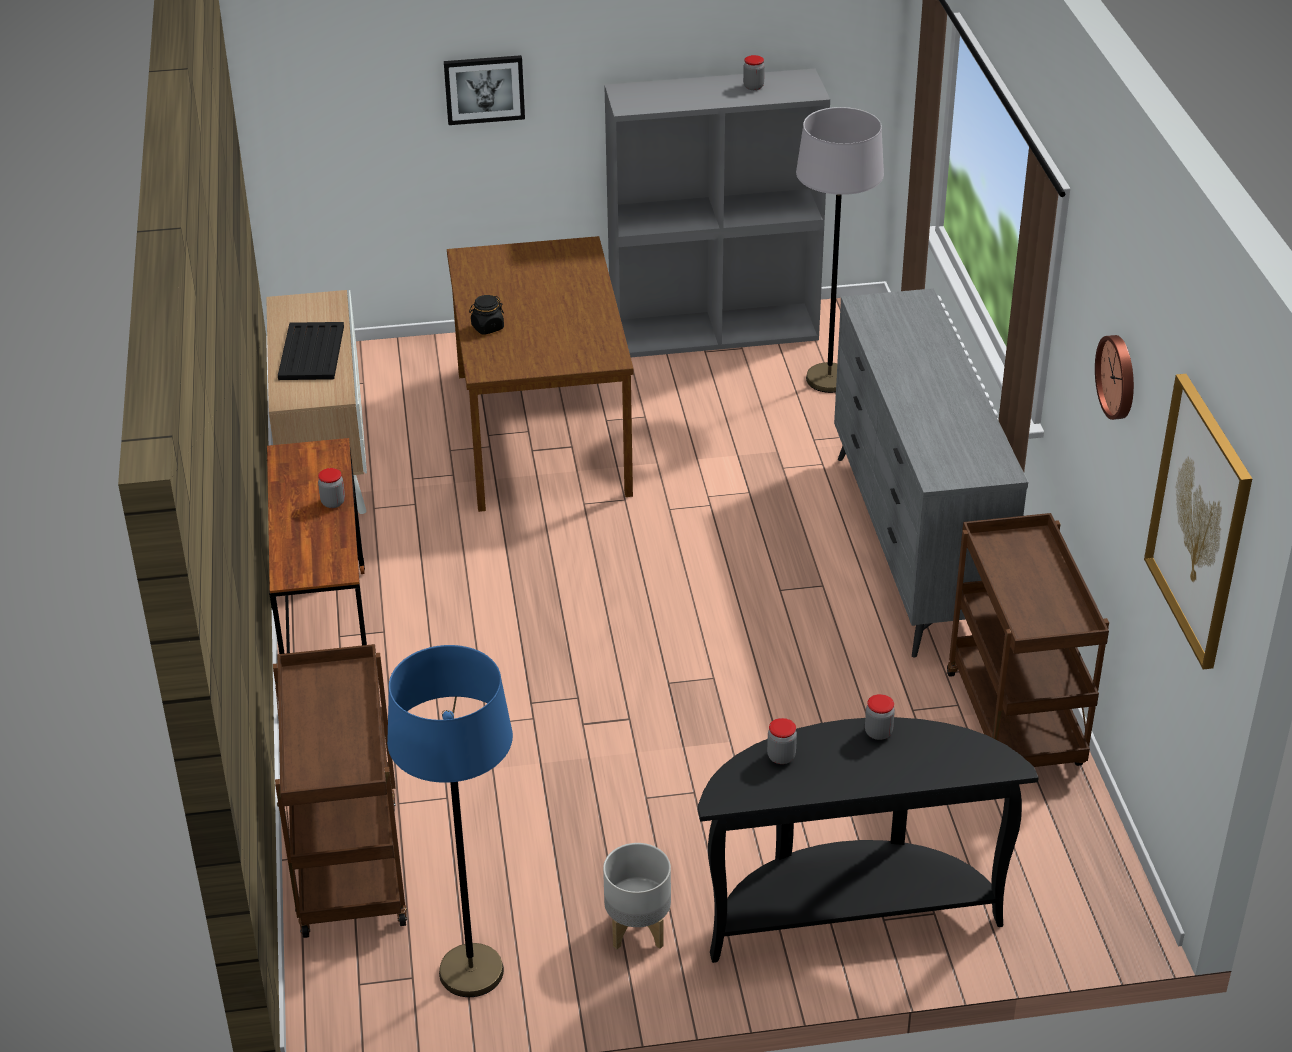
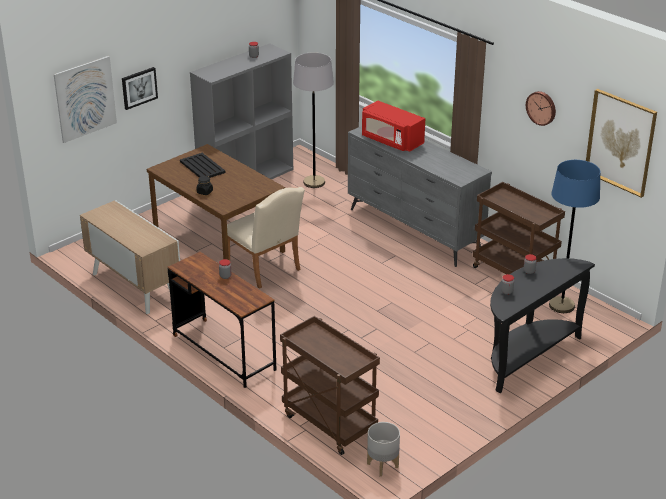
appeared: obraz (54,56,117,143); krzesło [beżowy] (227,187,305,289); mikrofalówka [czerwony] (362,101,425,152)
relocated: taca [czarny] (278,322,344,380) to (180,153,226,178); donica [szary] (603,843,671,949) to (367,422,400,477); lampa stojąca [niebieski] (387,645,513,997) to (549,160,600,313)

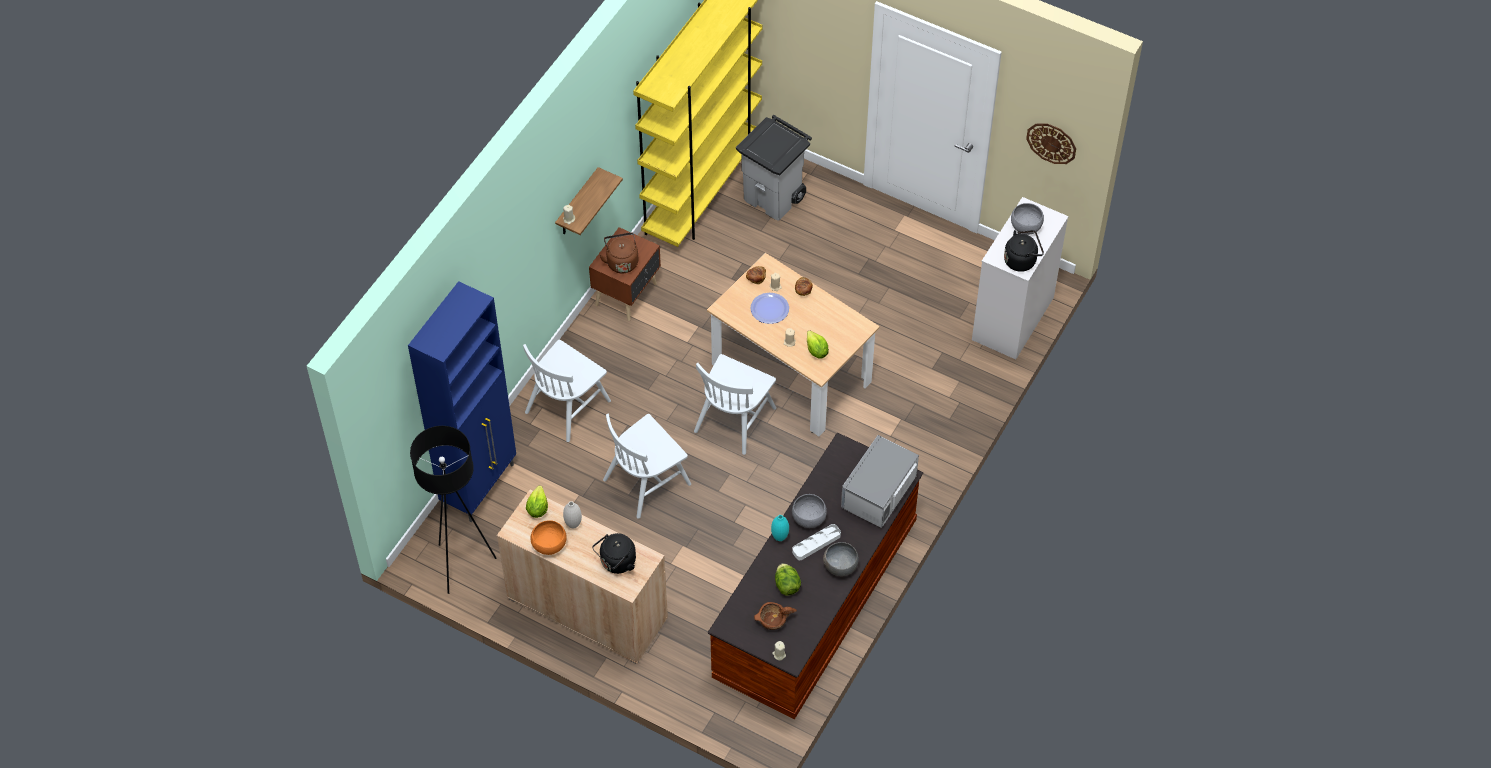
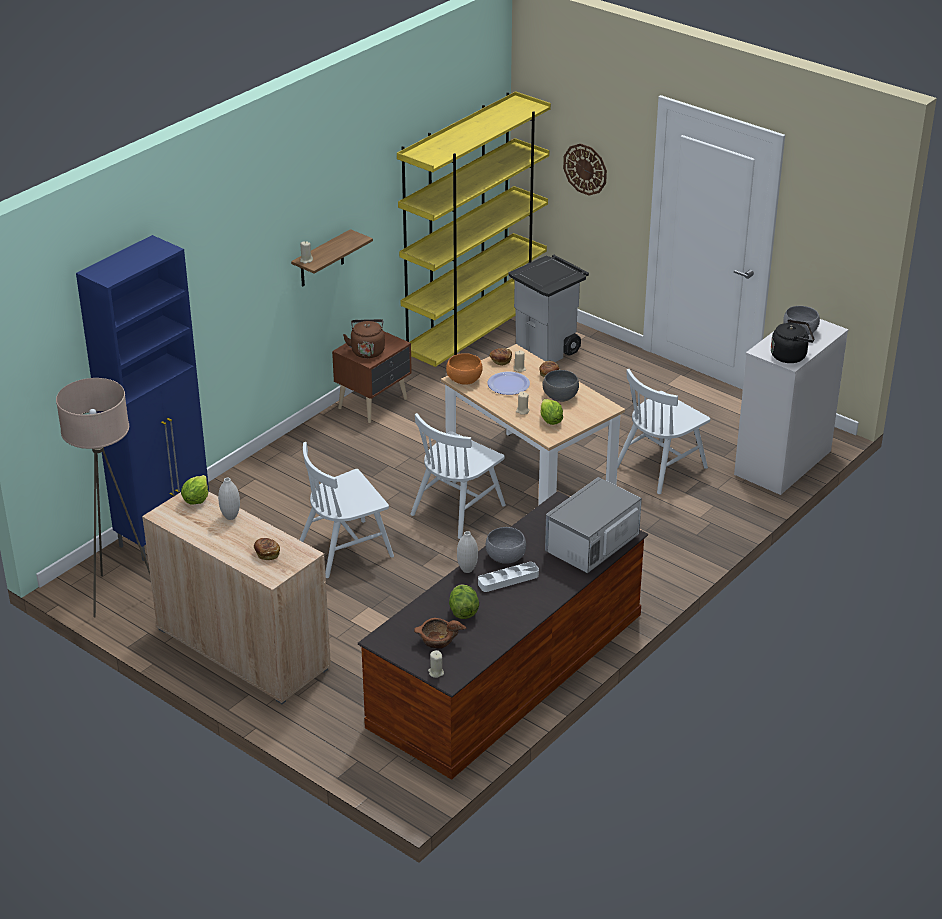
relocated: miska [pomarańczowy] (530,520,567,555) to (446,353,483,385); miska [szary] (823,542,859,576) to (543,370,579,402); zegar ścienny (1026,124,1076,164) to (563,143,607,196); krzesło [biały] (523,340,611,442) to (617,369,711,494)
exchanged: czajnik [czarny] (592,533,636,574) to chleb (254,538,280,560)
colour: lampa stojąca [czarny] (410,426,496,594) to lampa stojąca [beżowy] (56,378,150,617); wazon [turkusowy] (771,515,789,541) to wazon [biały] (457,531,478,573)

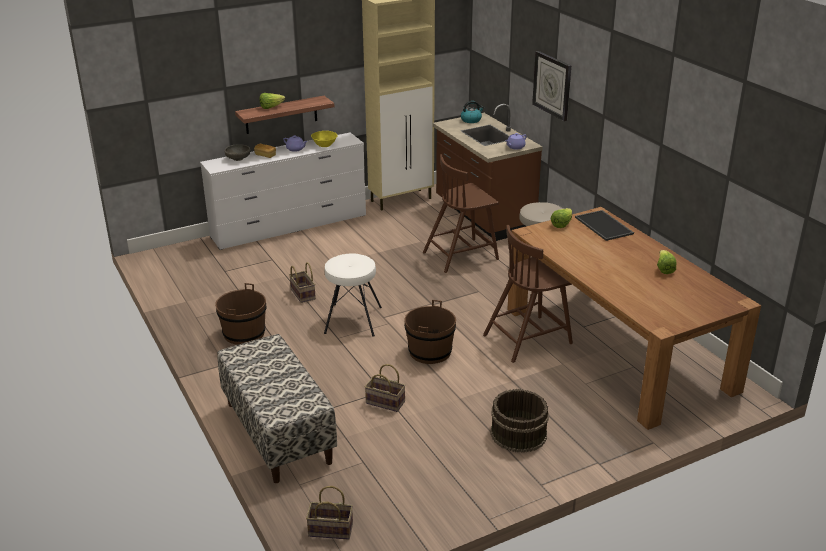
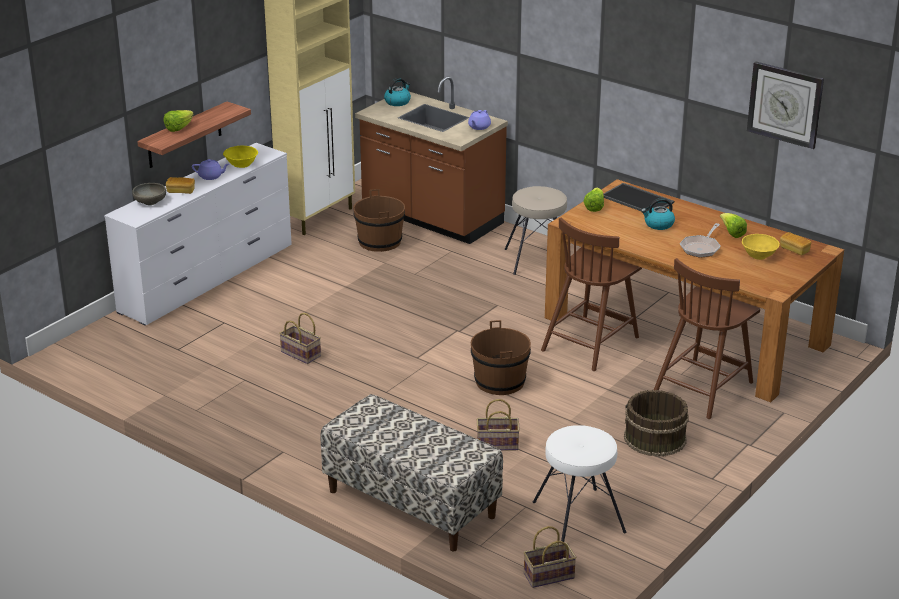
appeared: czajnik (641,198,675,230); patelnia (680,223,721,258); miska [żółty] (742,234,780,260); chleb (780,232,811,256)
relocated: wiadro [brązowy] (215,283,266,345) to (353,189,405,252); stołek [biały] (324,253,382,337) to (533,425,627,542); krzesło [brązowy] (423,154,499,273) to (654,258,760,419); zegar ścienny (532,51,571,121) to (747,62,824,149)

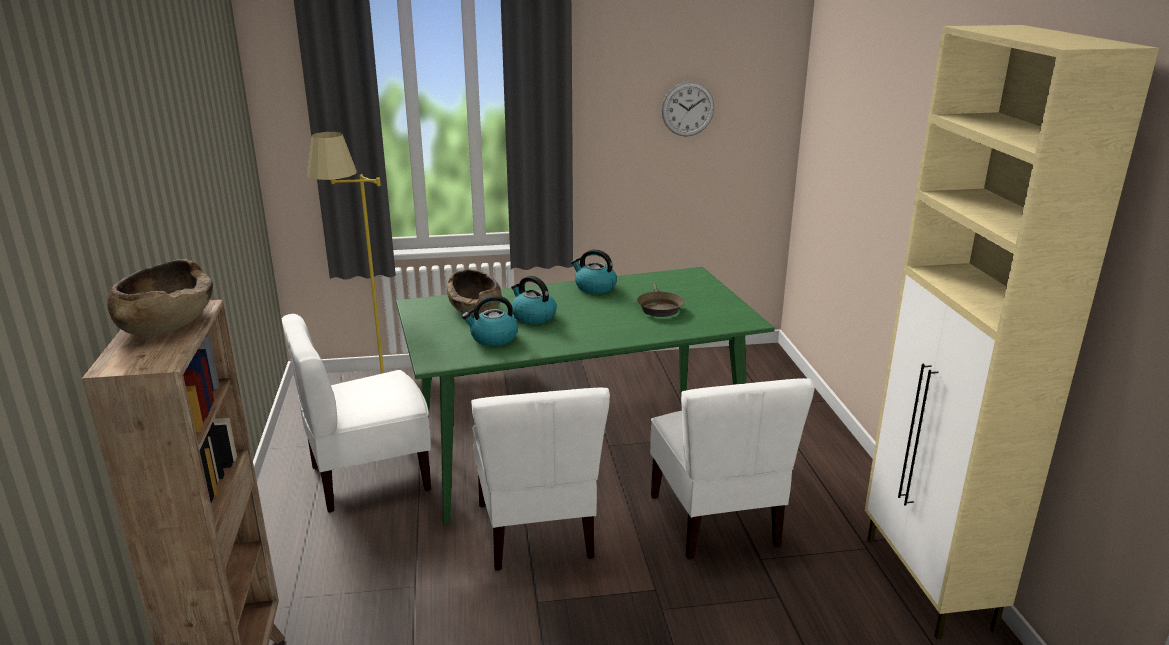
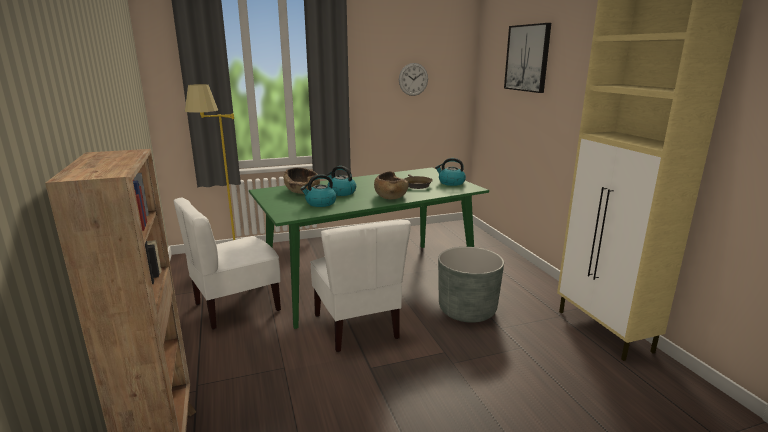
appeared: obraz (504,23,551,93)
relocated: miska [brązowy] (107,259,213,336) to (374,171,409,199); czajnik (571,249,617,294) to (435,158,466,186)
exchanged: krzesło [biały] (650,378,815,560) to donica [szary] (438,247,504,323)

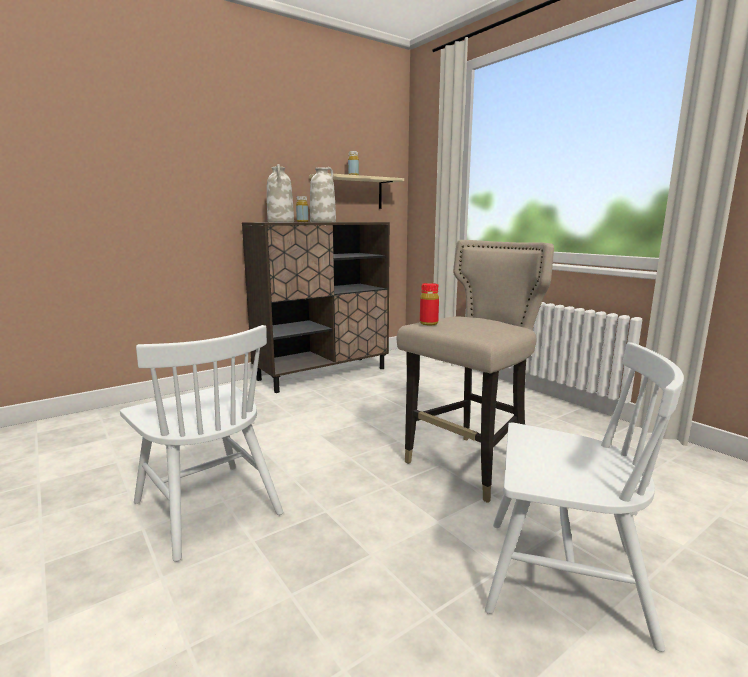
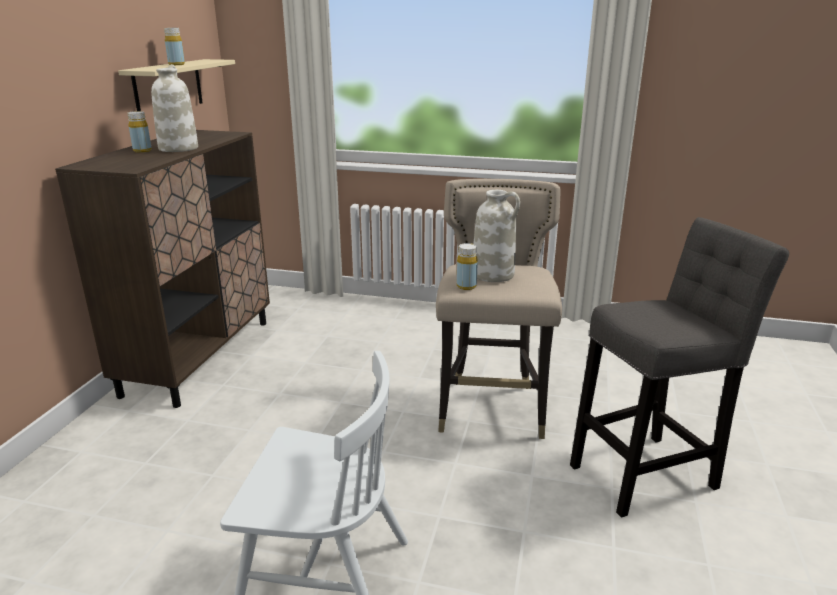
relocated: wazon [biały] (267,164,294,222) to (473,190,520,282)
exchanged: krzesło [biały] (485,342,684,652) to stołek [szary] (570,217,789,518)
colour: butelka [czerwony] (420,283,439,326) to butelka [żółty] (457,243,478,290)

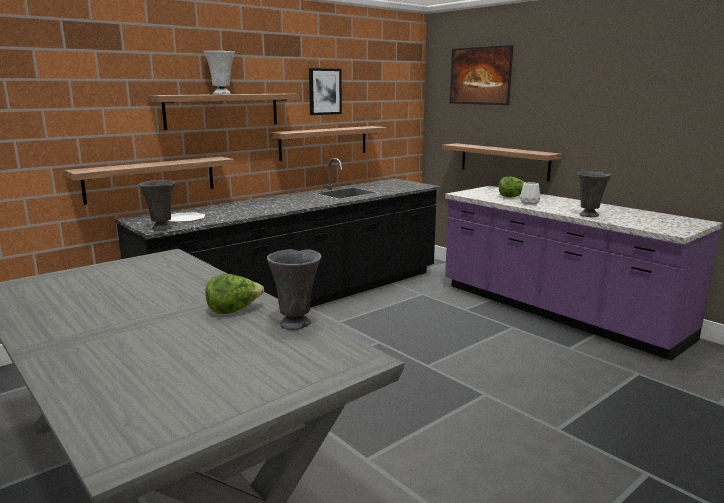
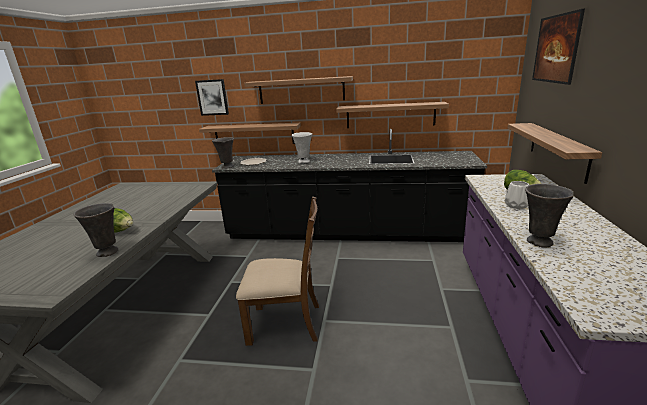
appeared: krzesło [brązowy] (236,196,319,346)
relocated: obraz (309,68,342,115) to (195,79,229,116); wazon [biały] (204,51,235,94) to (292,132,312,163)

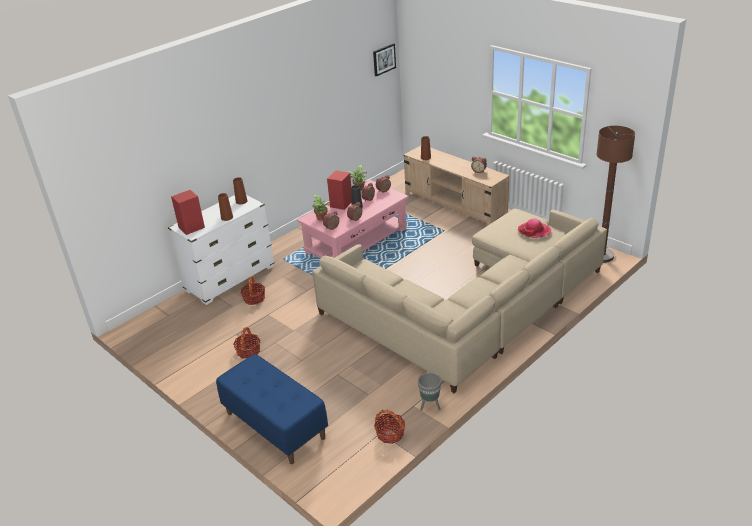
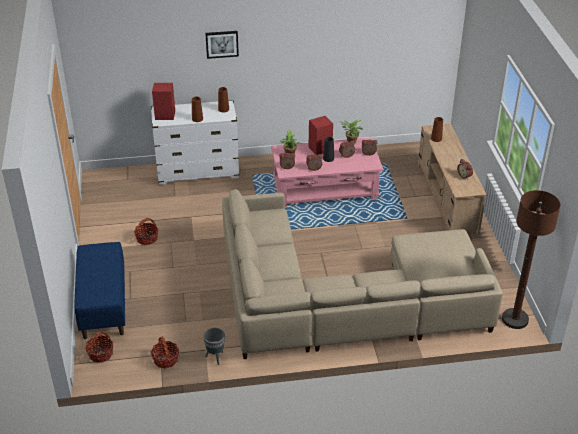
missing: kapelusz (518,219,551,238)
relocated: koszyk (241,276,265,305) to (85,331,113,363); obraz (373,43,396,76) to (205,31,239,59)

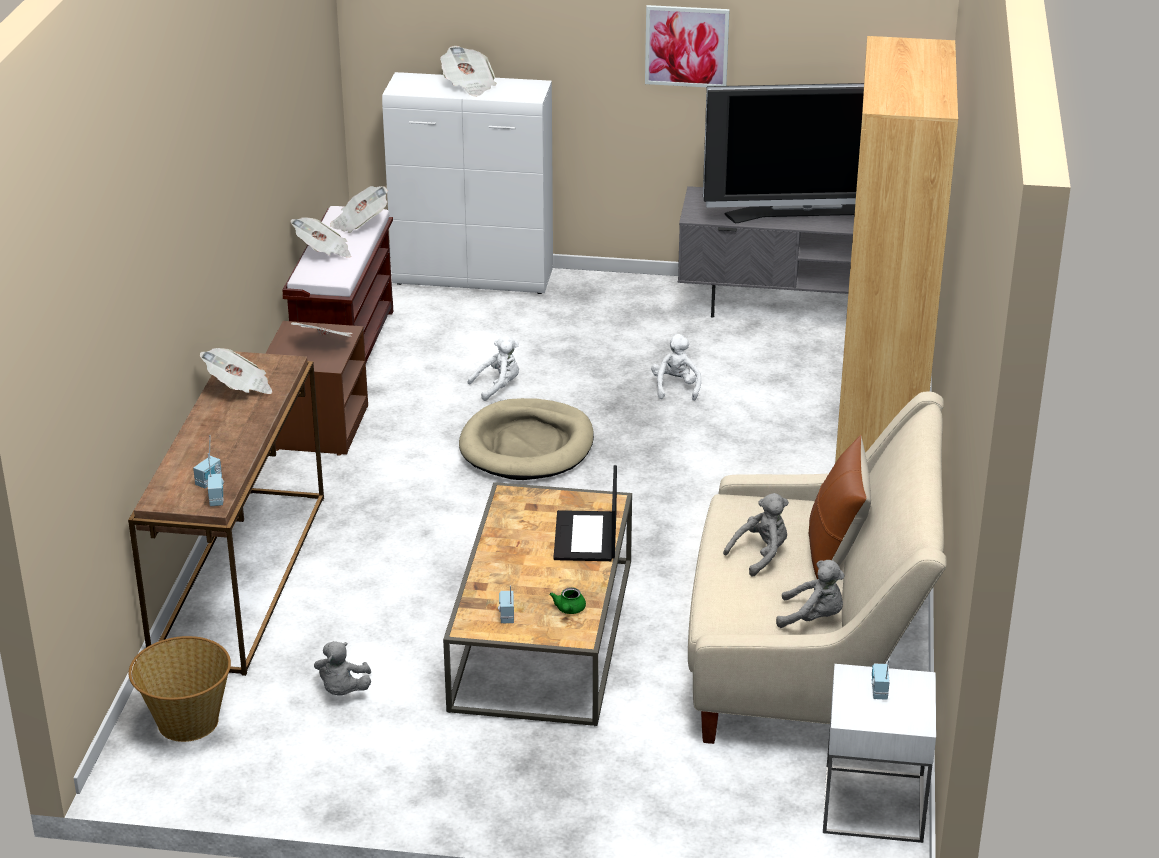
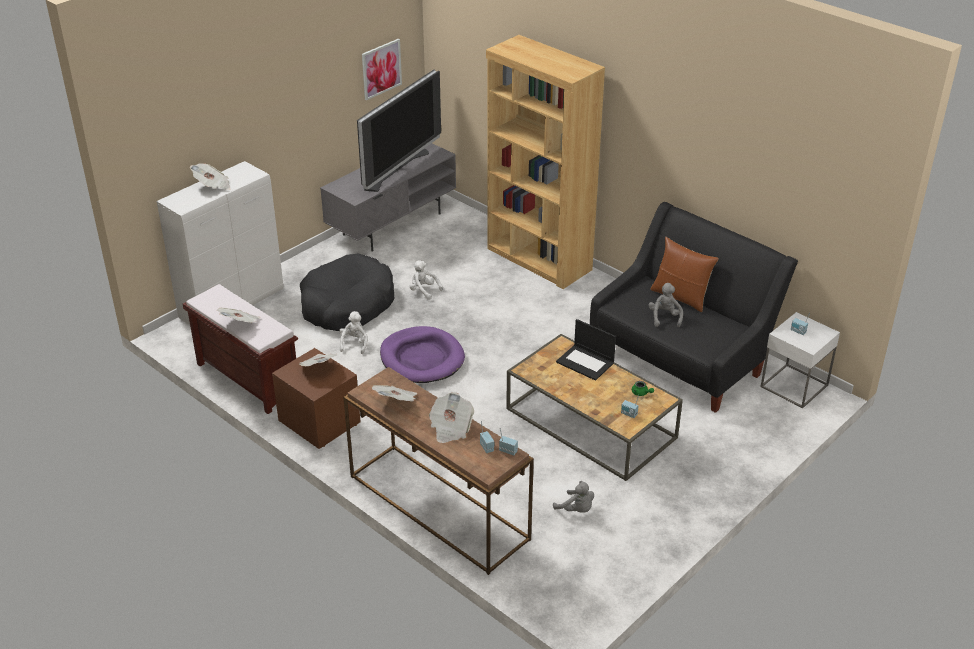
missing: koszyk (128,636,231,742); pluszak [szary] (776,560,845,628)
appeared: legowisko [czarny] (300,254,394,331)
relocated: obraz (645,5,730,87) to (362,39,402,100); gazeta (330,186,388,233) to (429,392,474,443)
colour: legowisko [beżowy] (459,398,594,480) to legowisko [fioletowy] (380,326,465,383); kanapa [beżowy] (688,392,947,744) to kanapa [czarny] (590,202,798,413)

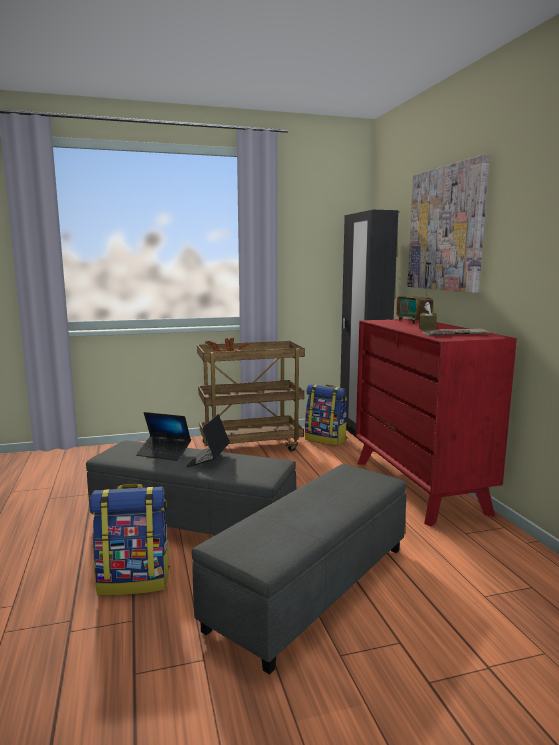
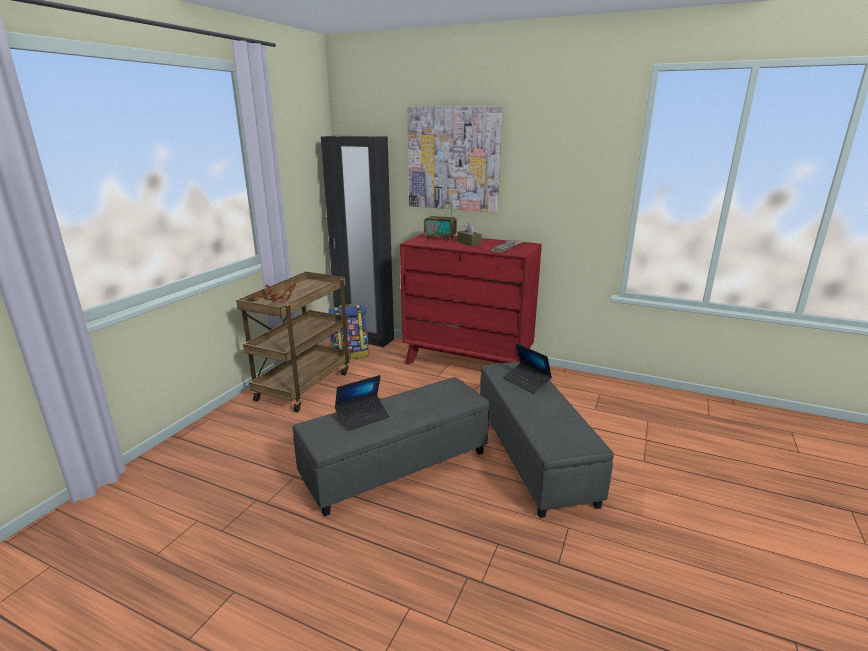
missing: plecak (89,484,170,596)
relocated: laptop (186,414,230,467) to (504,343,552,394)

